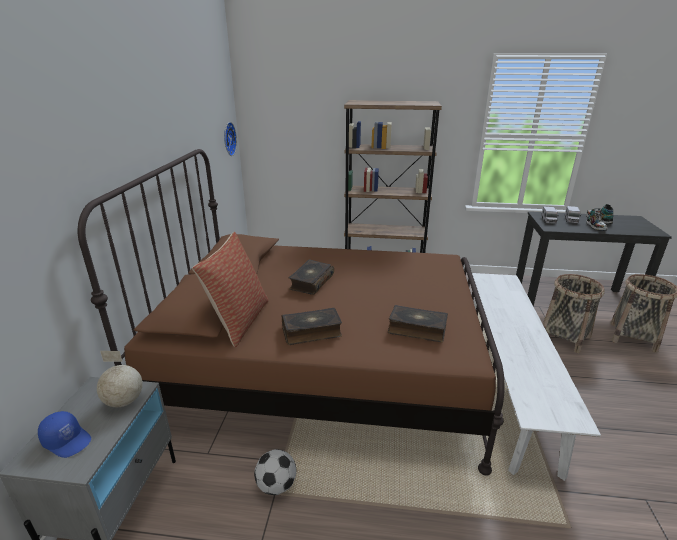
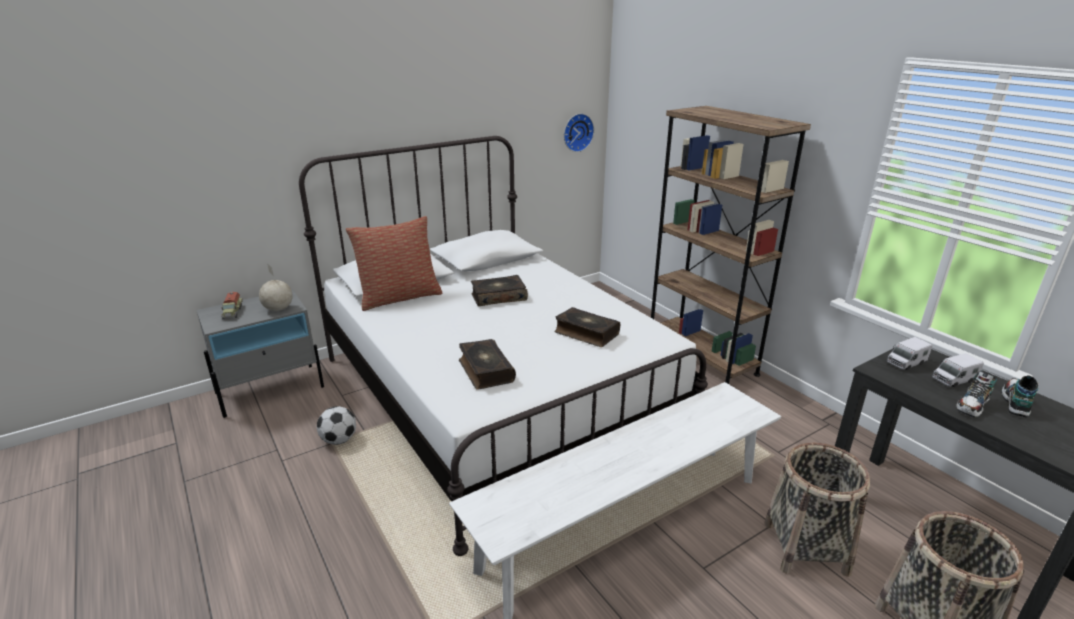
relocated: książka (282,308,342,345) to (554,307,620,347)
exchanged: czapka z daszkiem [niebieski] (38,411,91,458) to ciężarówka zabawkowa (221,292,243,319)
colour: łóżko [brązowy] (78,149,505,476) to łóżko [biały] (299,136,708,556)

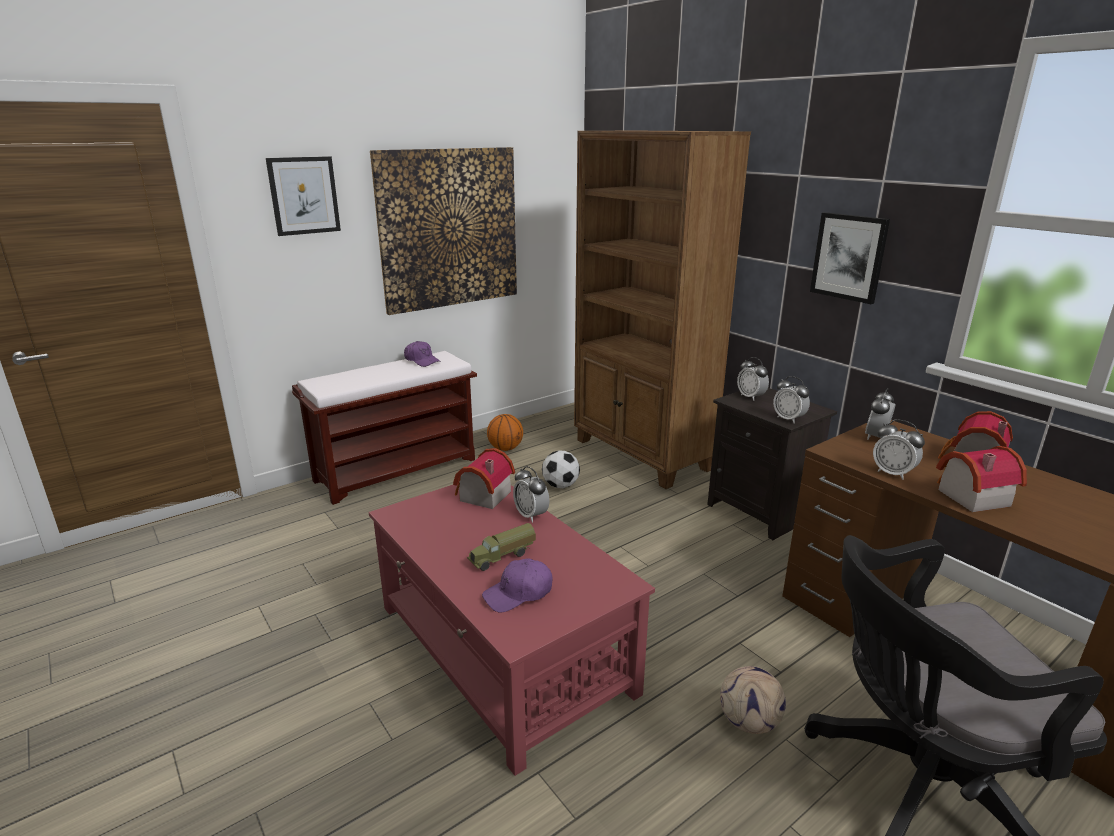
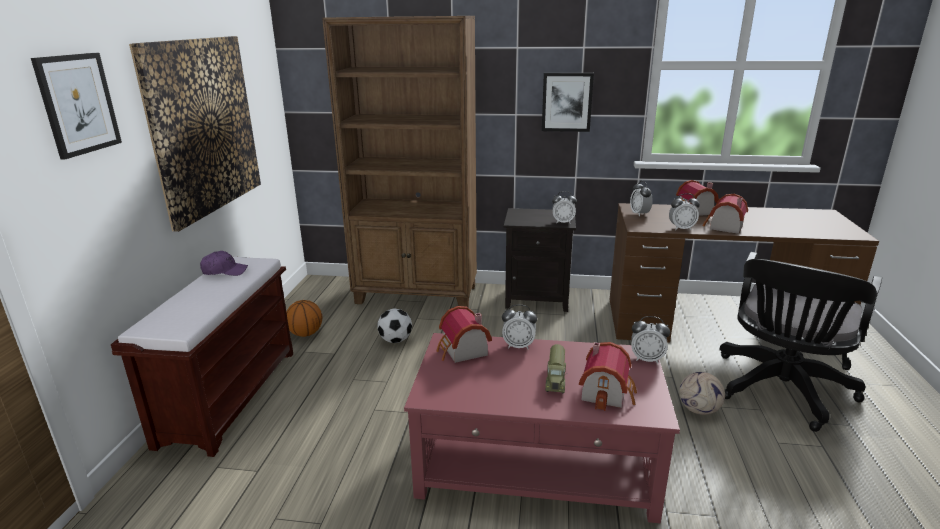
relocated: budzik (737,357,769,401) to (631,316,670,364)
exchanged: czapka z daszkiem [fioletowy] (482,558,553,612) to domek (579,342,637,411)

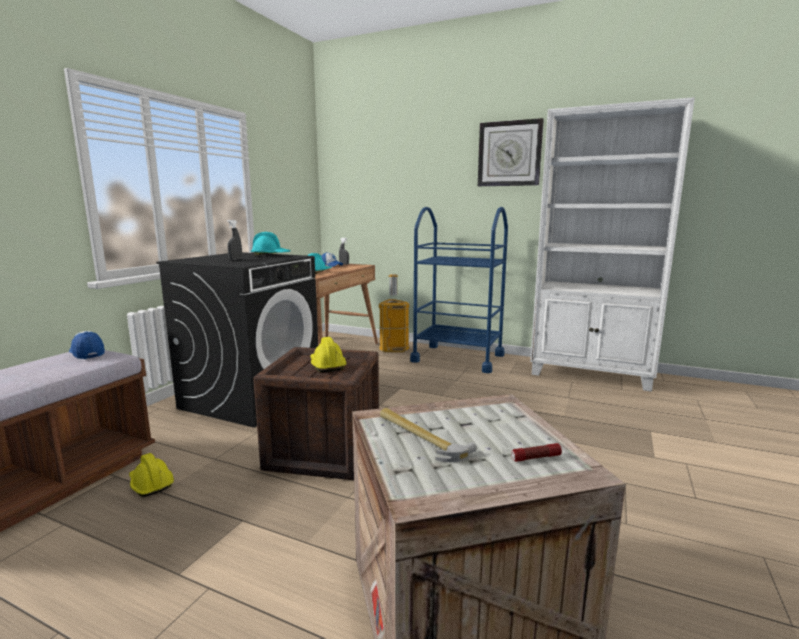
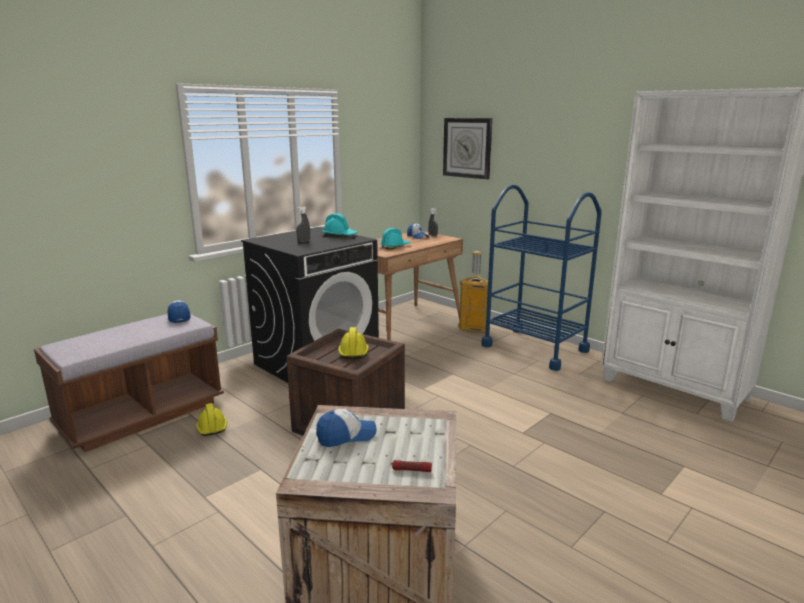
relocated: zegar ścienny (478,118,544,186) to (443,118,492,180)
exchanged: młotek (380,408,477,462) to czapka z daszkiem (316,409,377,447)

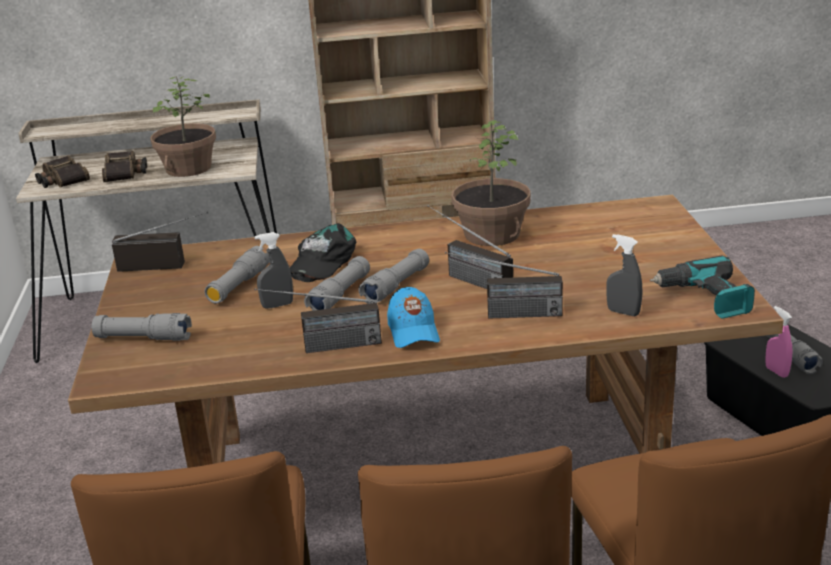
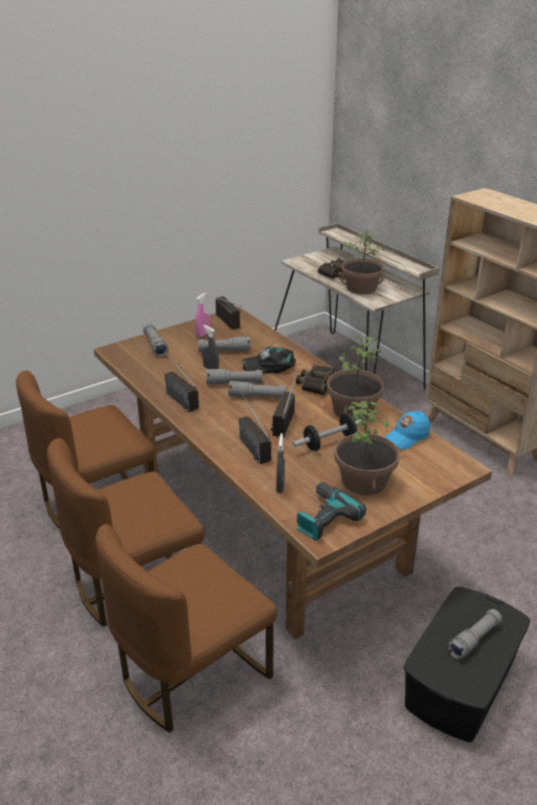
appeared: hantel (293,414,361,451); roślina doniczkowa (334,401,400,495)
relocated: spryskiwacz [różowy] (765,306,792,378) to (195,293,210,337); lornetka (35,155,90,188) to (296,365,339,396); czapka z daszkiem [niebieski] (387,287,440,348) to (385,411,430,450)

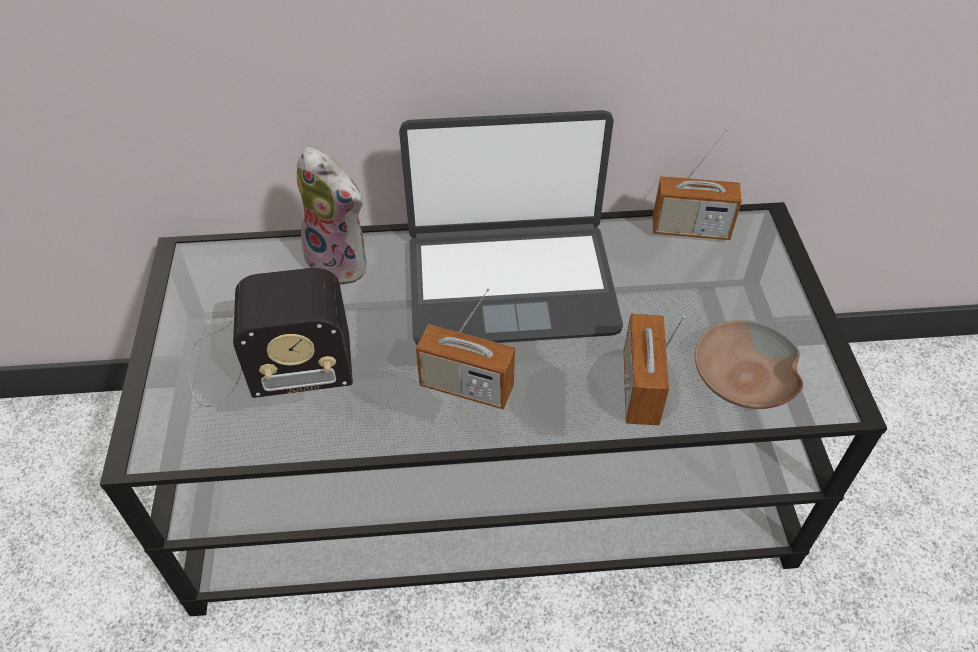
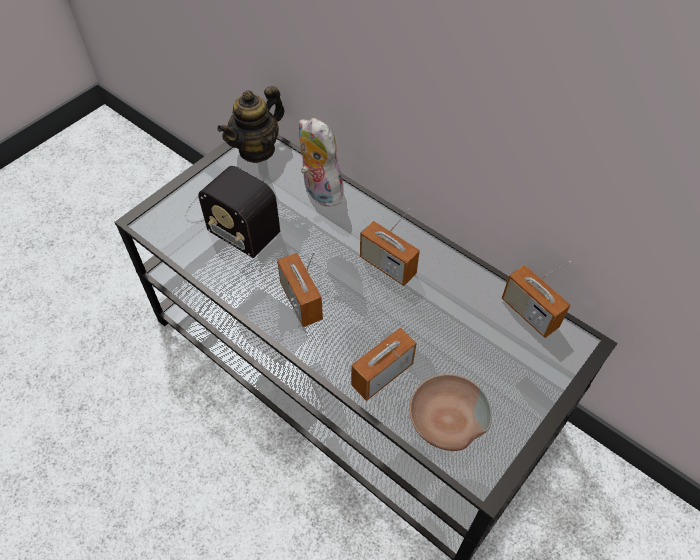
appeared: imbryk (217,86,285,163)
exchanged: laptop (399,110,623,345) to radio (360,208,420,286)
spun: pluszak (297,147,366,285) = (299,118,348,207) 150 degrees clockwise

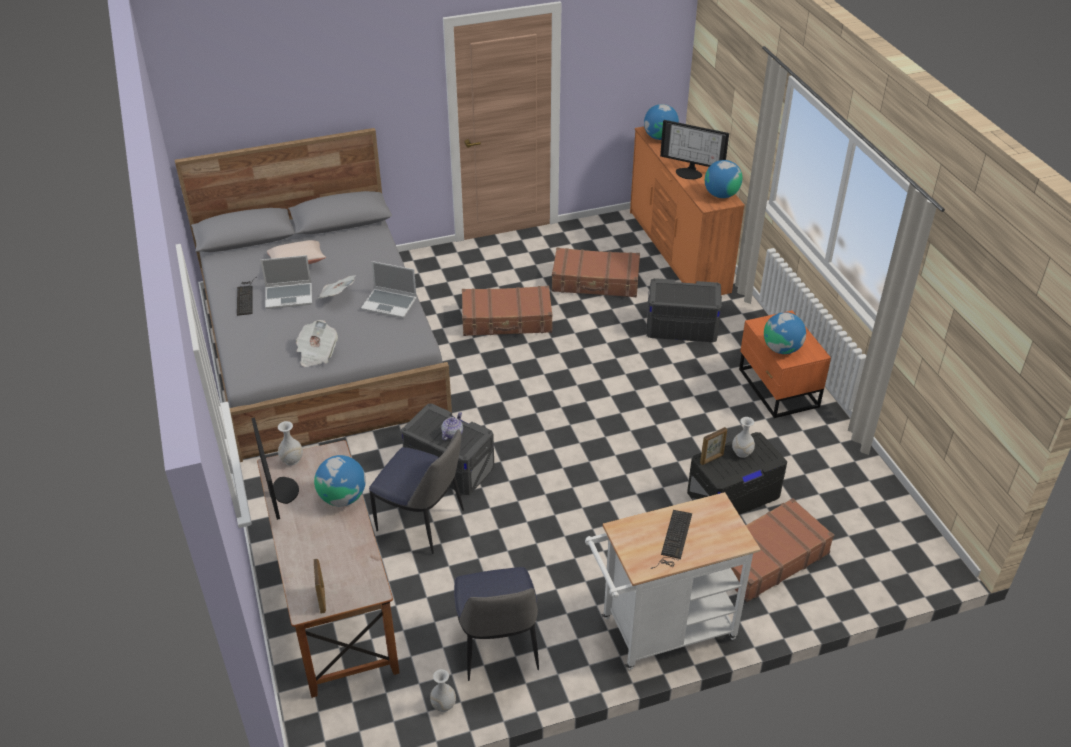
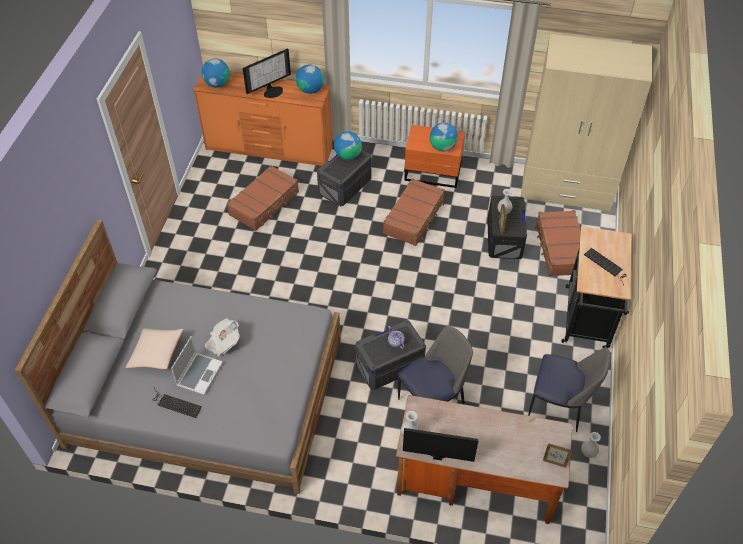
missing: gazeta (296,320,338,367); laptop (361,261,417,318)
appeared: szafa [beżowy] (521,34,652,212)
relocated: globus (314,455,366,506) to (334,131,362,160); walizka [brązowy] (462,286,552,336) to (383,178,445,246)
colour: wózek [biały] (585,492,761,670) to wózek [czarny] (561,226,631,348)

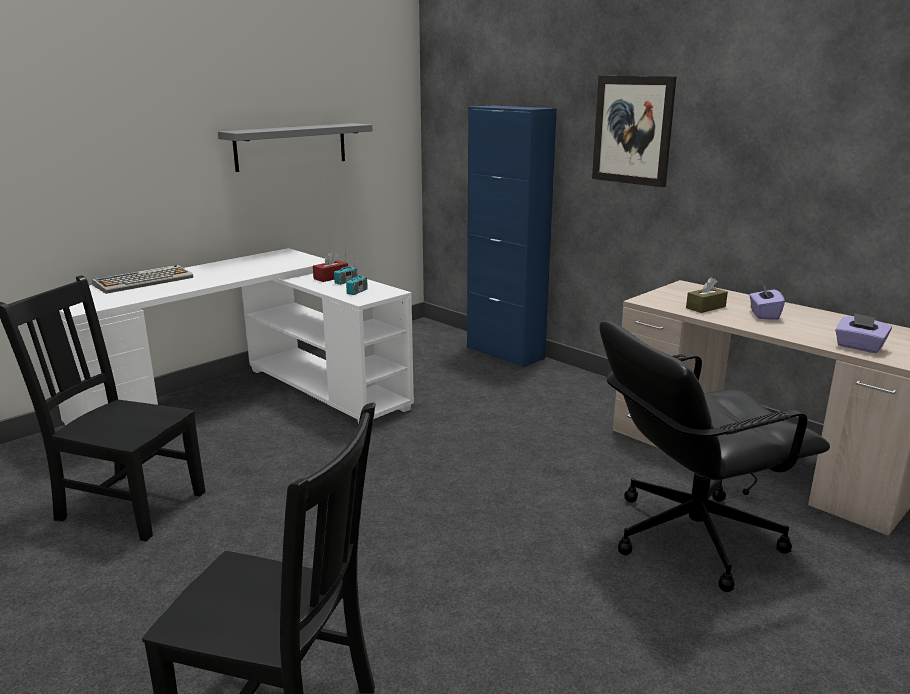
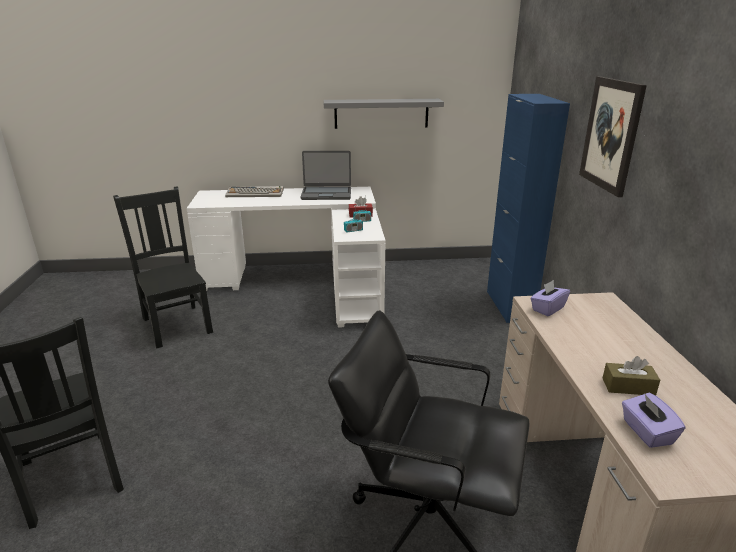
appeared: laptop (300,151,351,200)
relocated: pudełko chusteczek [fioletowy] (749,284,785,320) to (530,280,570,316); pudełko chusteczek [brązowy] (686,277,728,313) to (603,356,660,395)

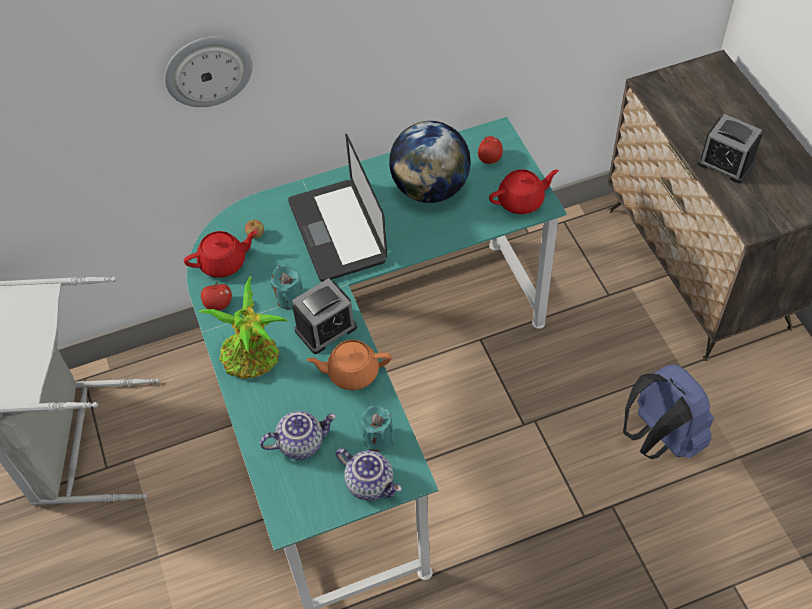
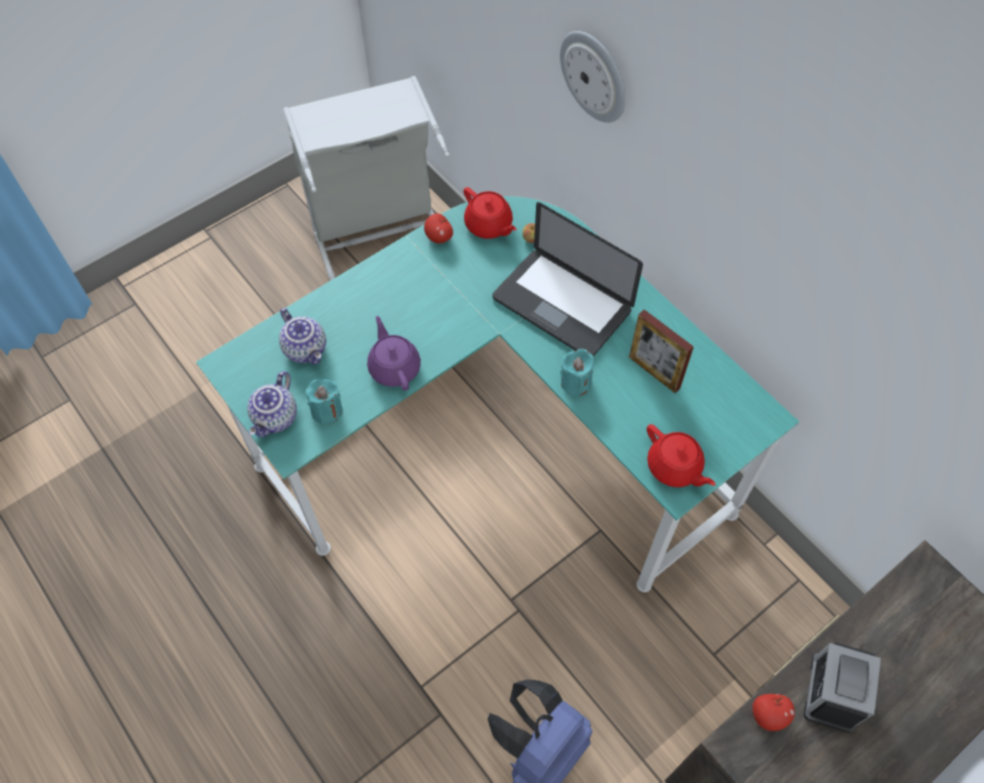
missing: roślina doniczkowa (199,275,288,379); budzik (292,278,357,354)
relocated: świeca [turkusowy] (270,264,303,310) to (560,349,594,397); jabłko (478,136,503,164) to (752,694,795,731)
exchanged: globus (389,121,471,203) to ramka na zdjęcie (629,310,694,393)
colour: imbryk [pomarańczowy] (306,340,391,390) to imbryk [fioletowy] (367,316,421,391)
spun: laptop (288,133,387,282) = (492,202,643,357) 105 degrees counterclockwise

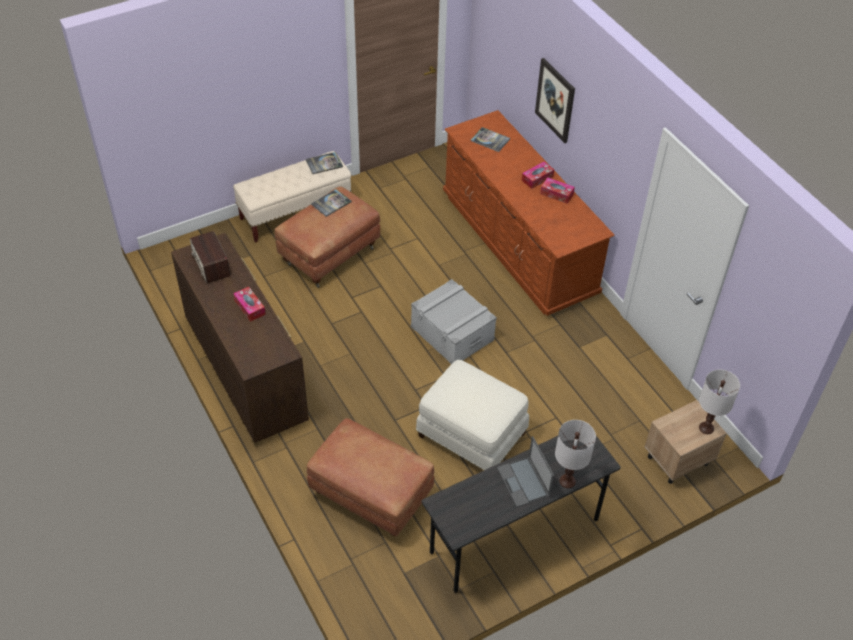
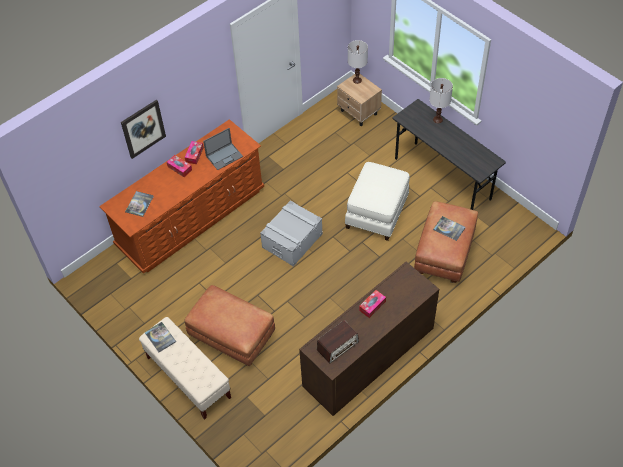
relocated: laptop (497,436,554,507) to (203,128,243,170); książka (311,189,352,217) to (433,216,466,241)

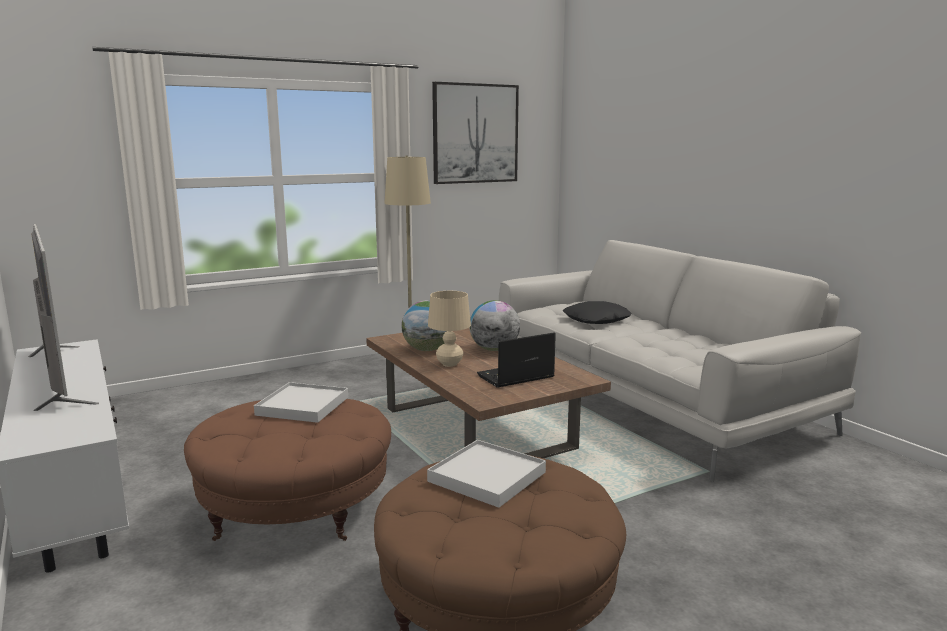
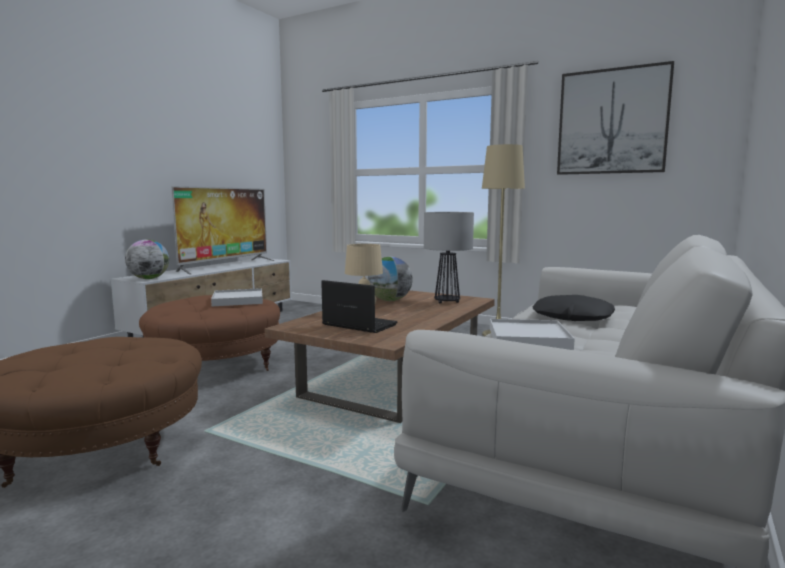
appeared: lampa stołowa (424,212,474,304)
relocated: globus (469,300,520,351) to (125,239,169,279); taca [biały] (427,440,546,508) to (490,319,575,350)

